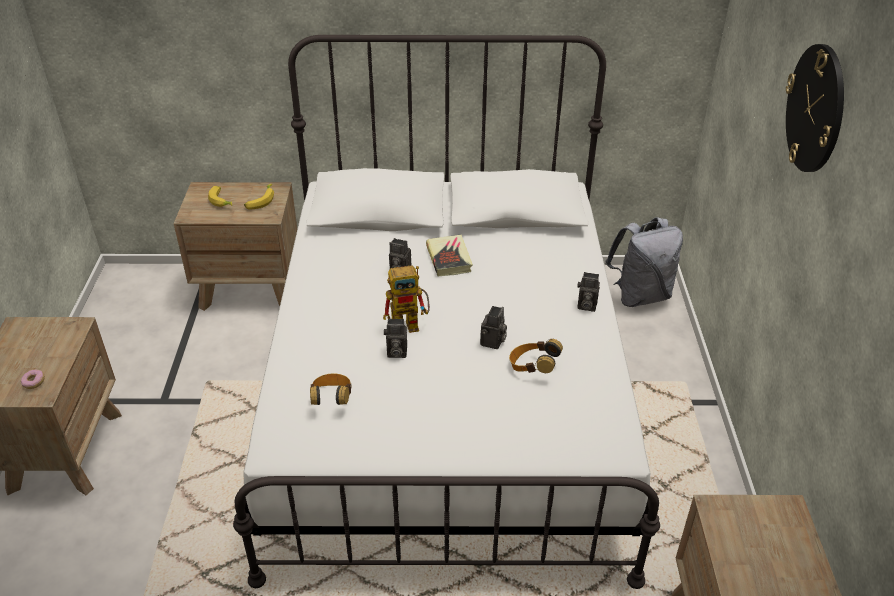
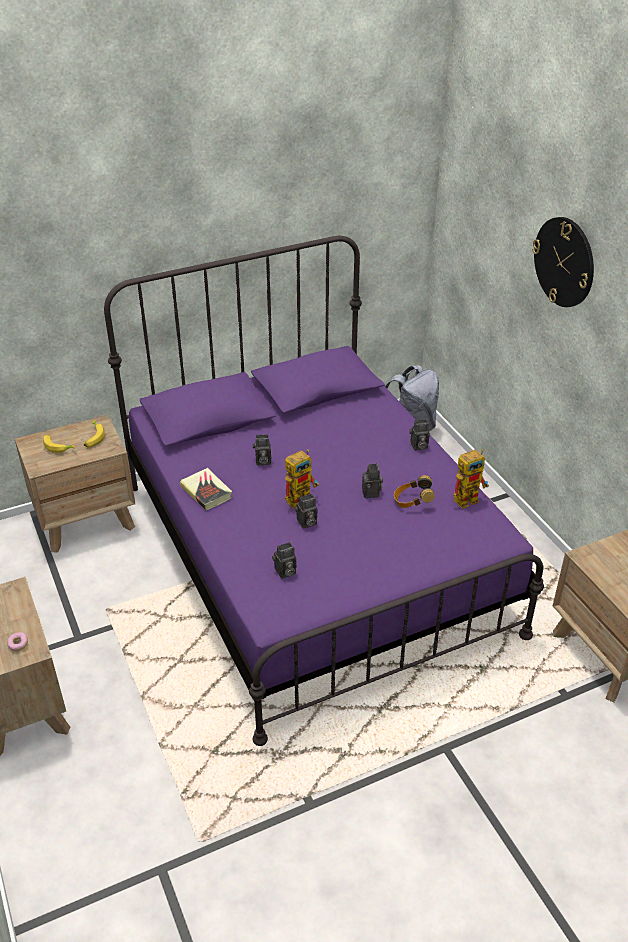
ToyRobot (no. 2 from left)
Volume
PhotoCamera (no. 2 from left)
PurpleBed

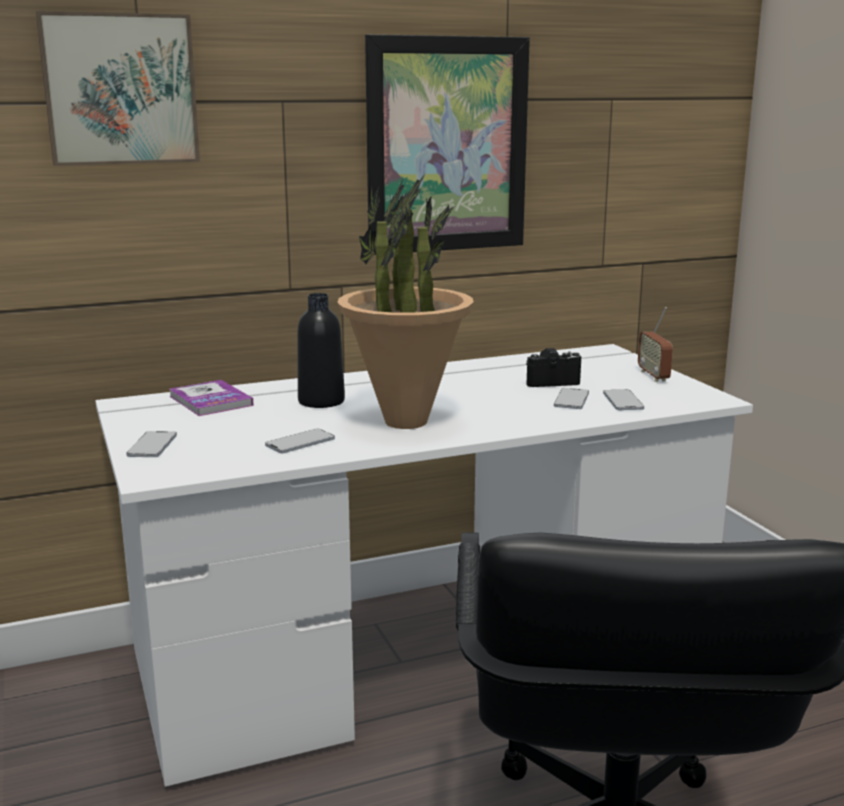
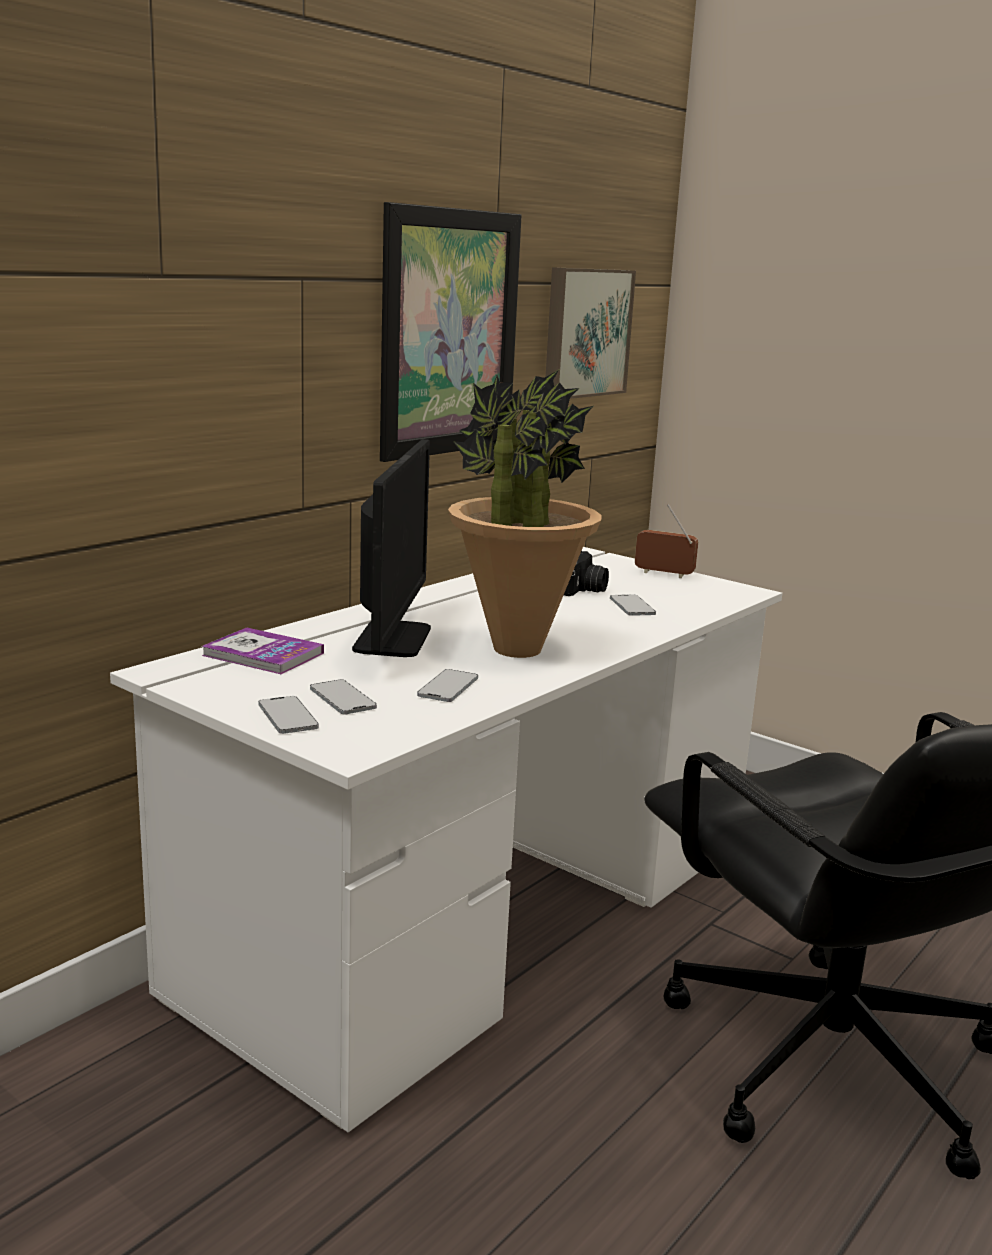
WallPicture (no. 2 from left)
Phone (no. 2 from left)
ComputerScreen
PhotoCamera
Radio

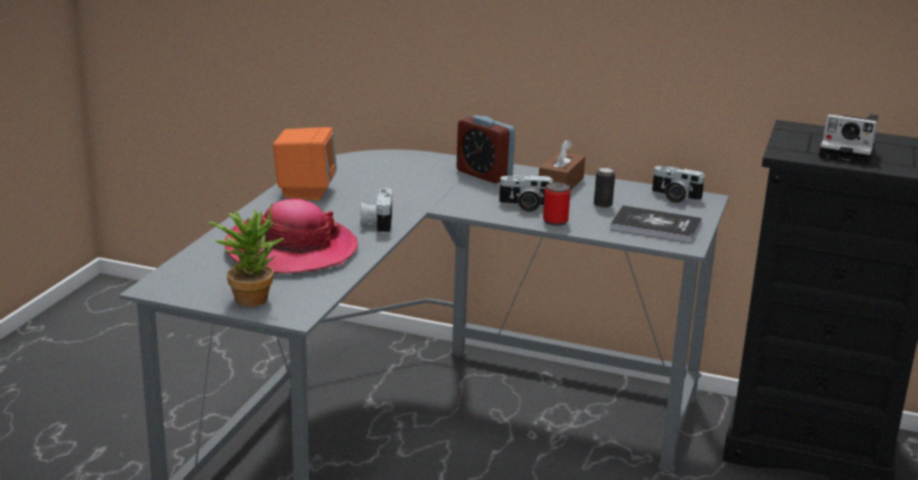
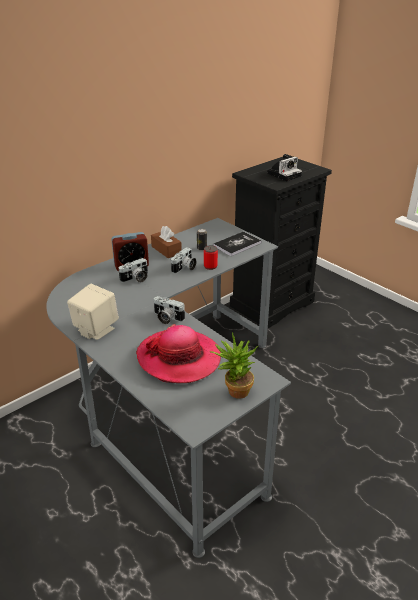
PhotoCamera (no. 1 from left)
SandColouredLoudspeaker

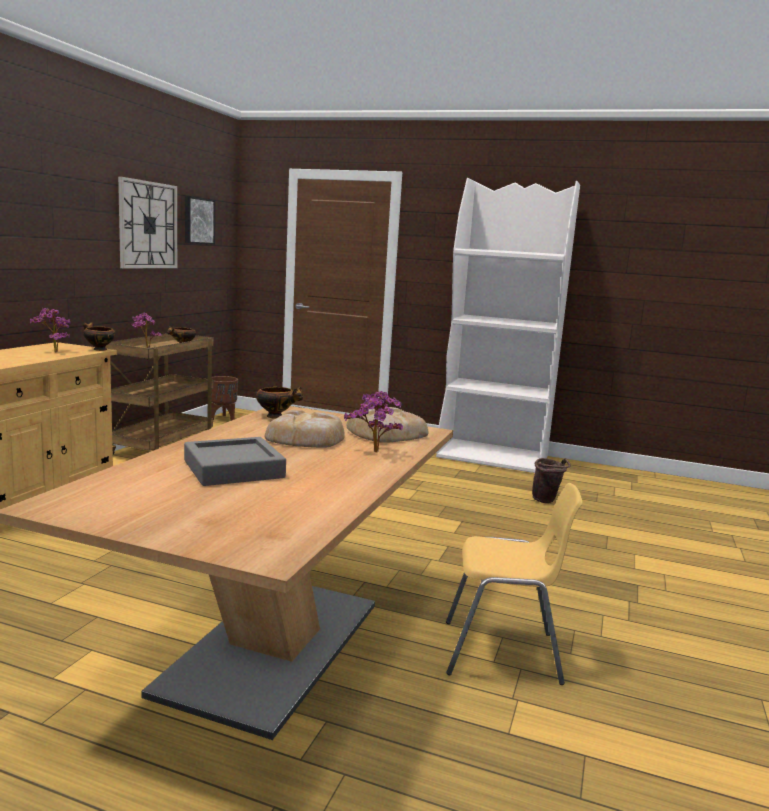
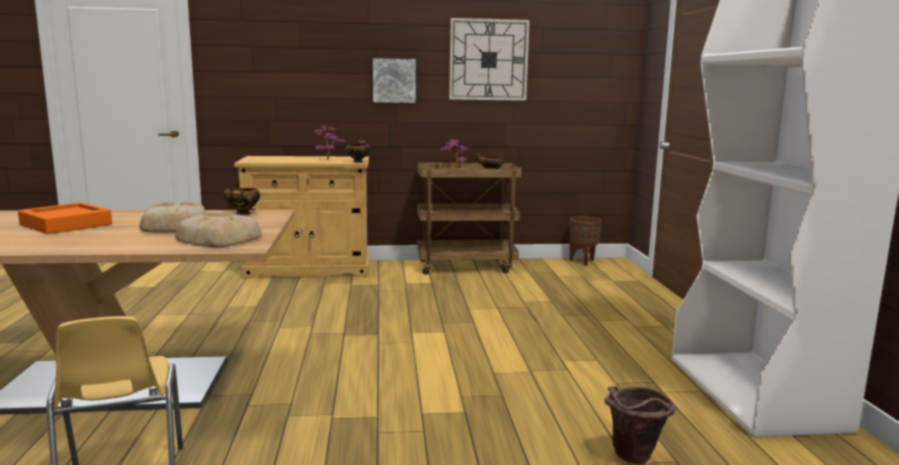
PlantInAPot (no. 3 from left in the first image)
WallPicture
OrangeyCarryingTray

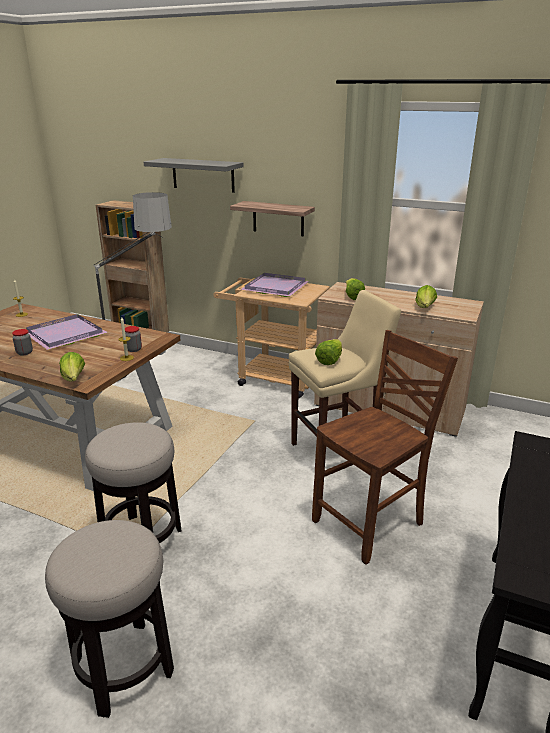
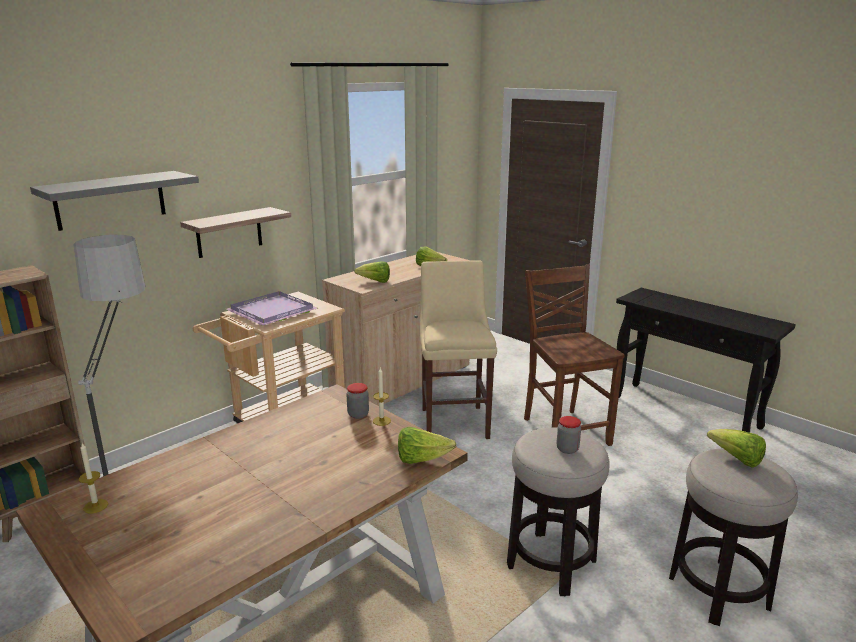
PurpleCarryingTray (no. 1 from left in the first image)
Jar (no. 2 from left)
Lettuce (no. 4 from left)

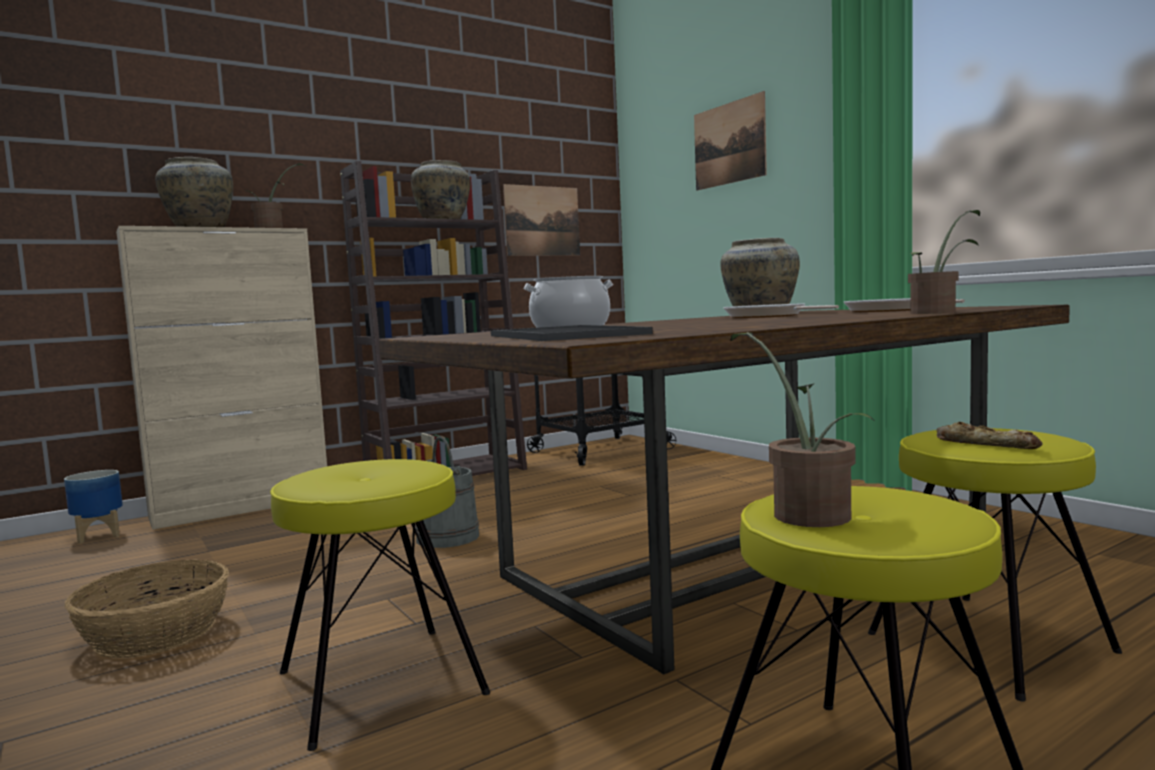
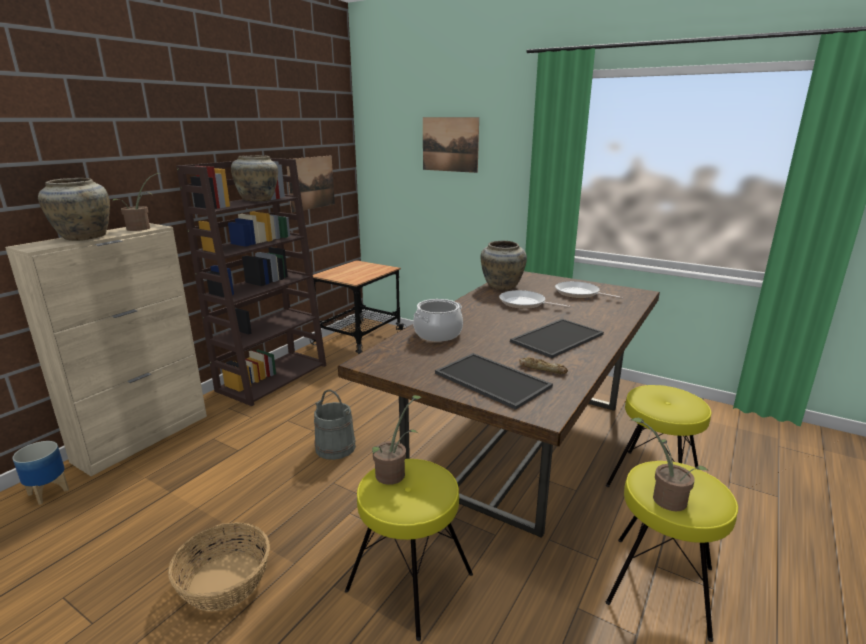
CarryingTray (no. 2 from left)
PlantInAPot (no. 2 from left)
BakeryBread

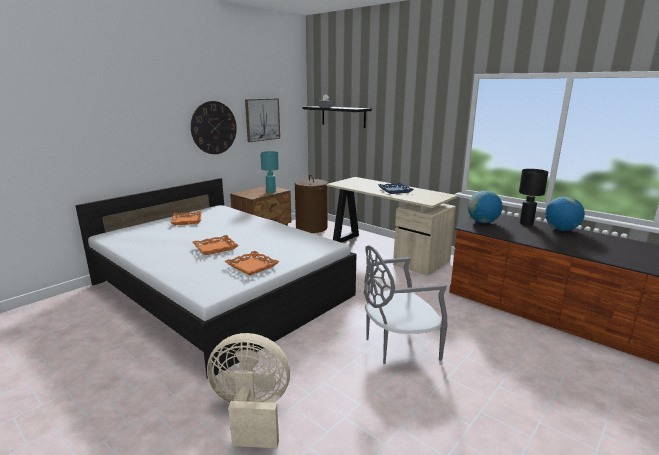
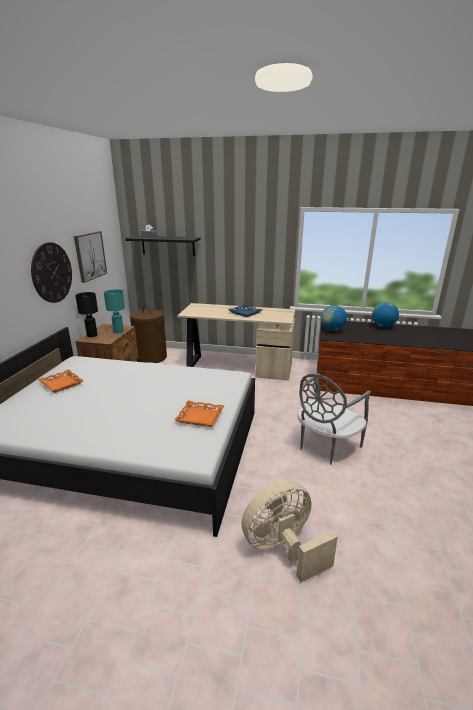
OrangeyCarryingTray (no. 2 from left in the first image)
BlackColouredLampForATable

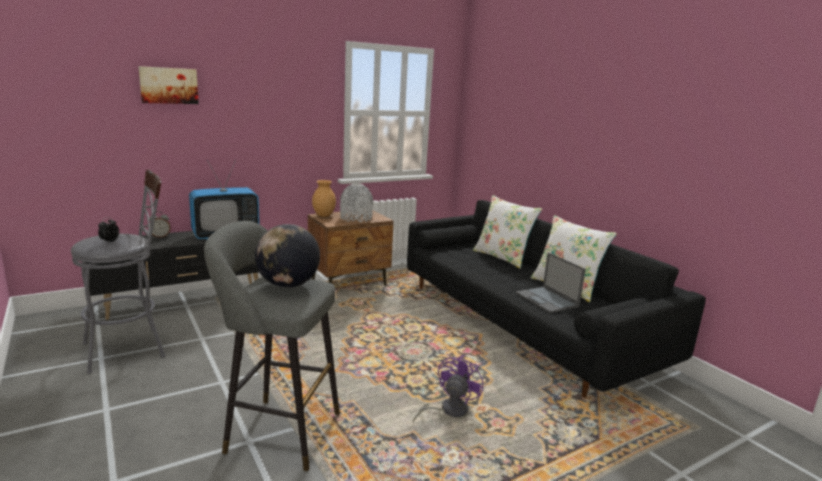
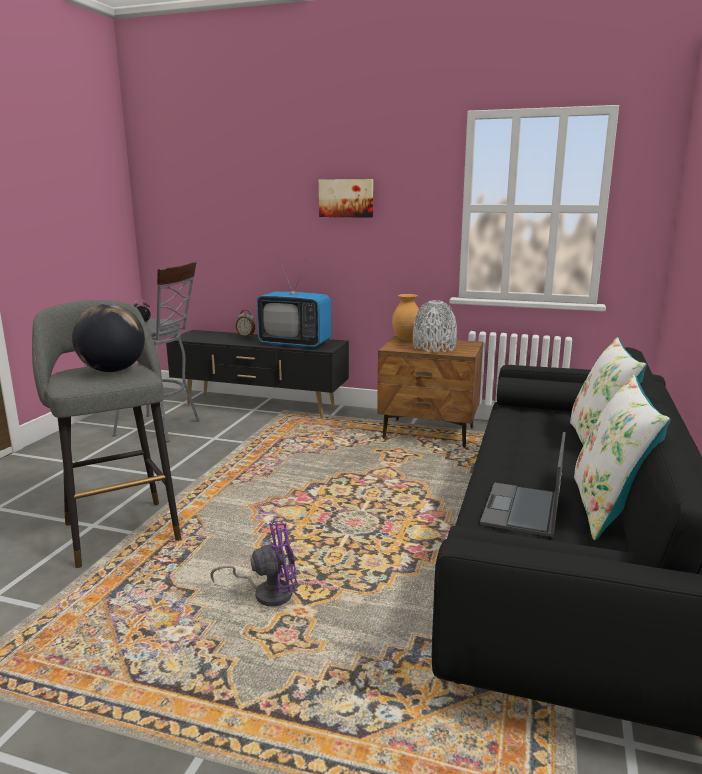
WallPicture

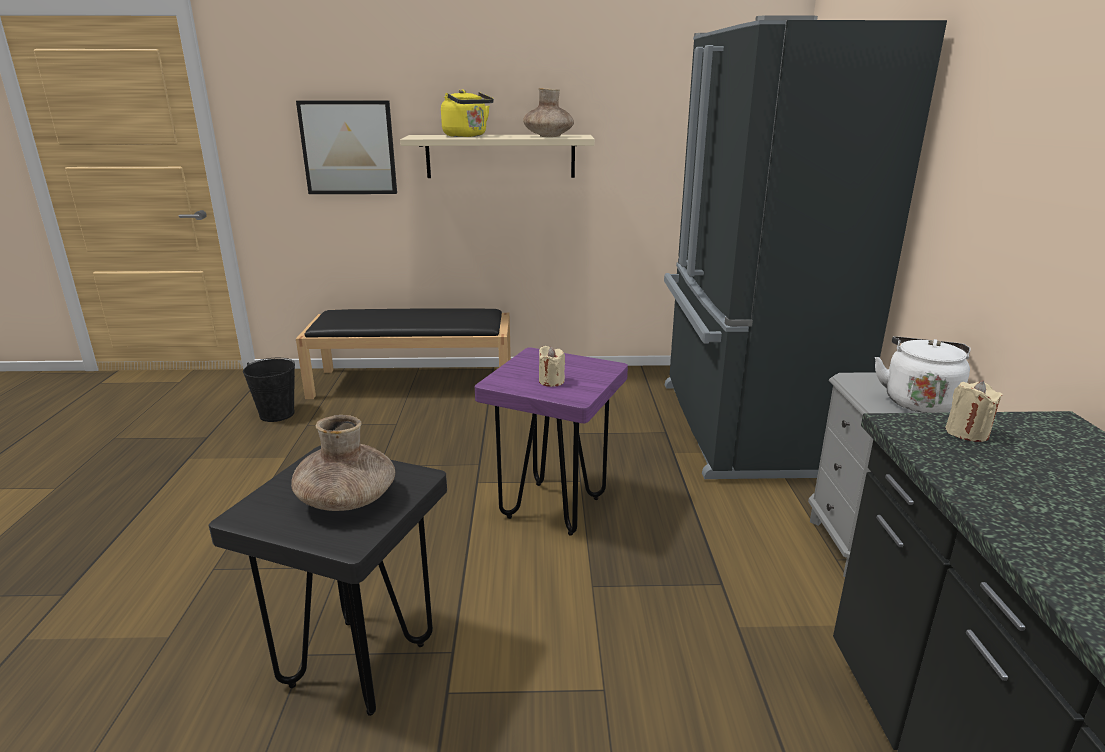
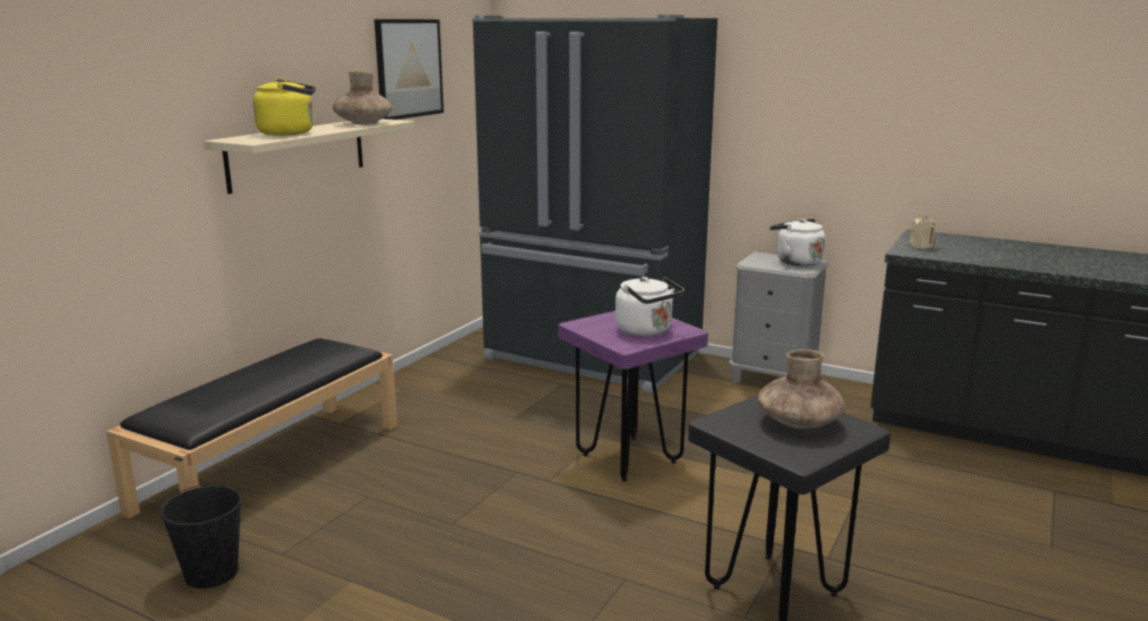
WallPicture
WhitishTeaKettle (no. 1 from left)

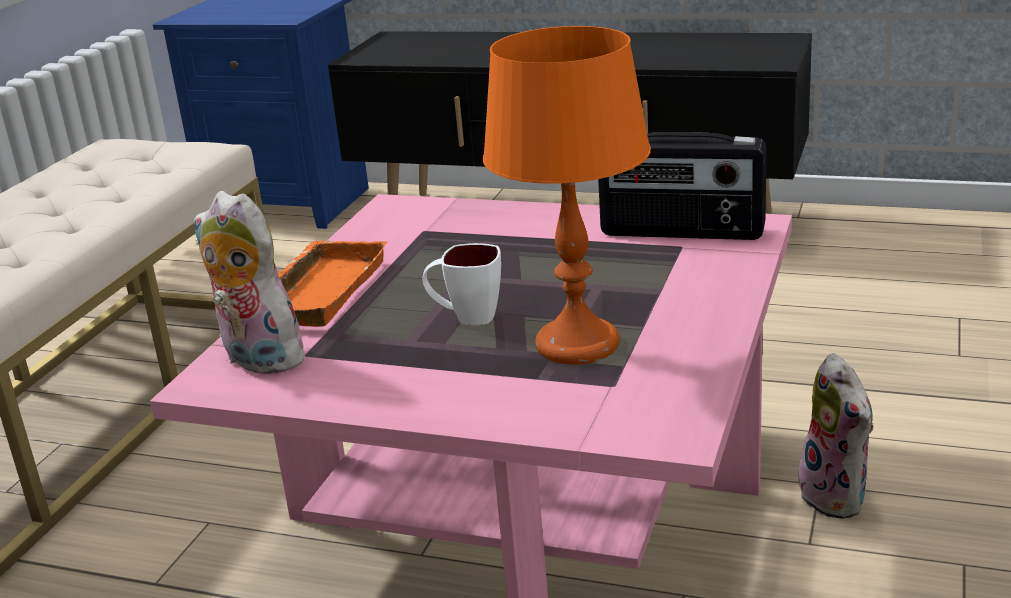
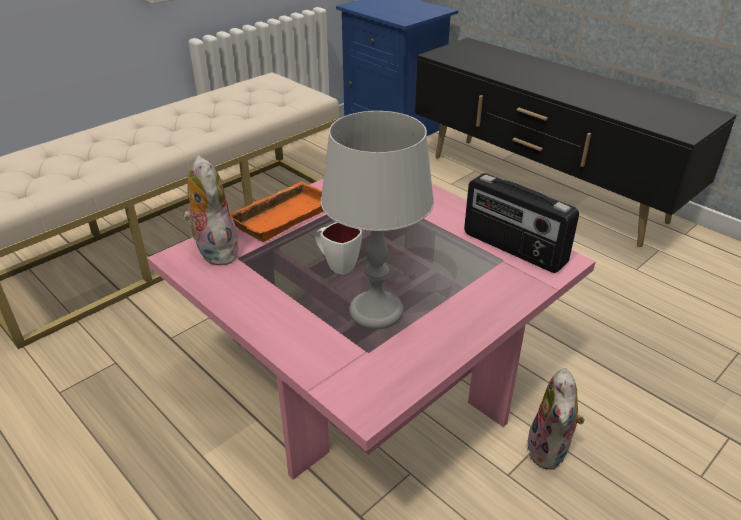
GreyLampForATable

